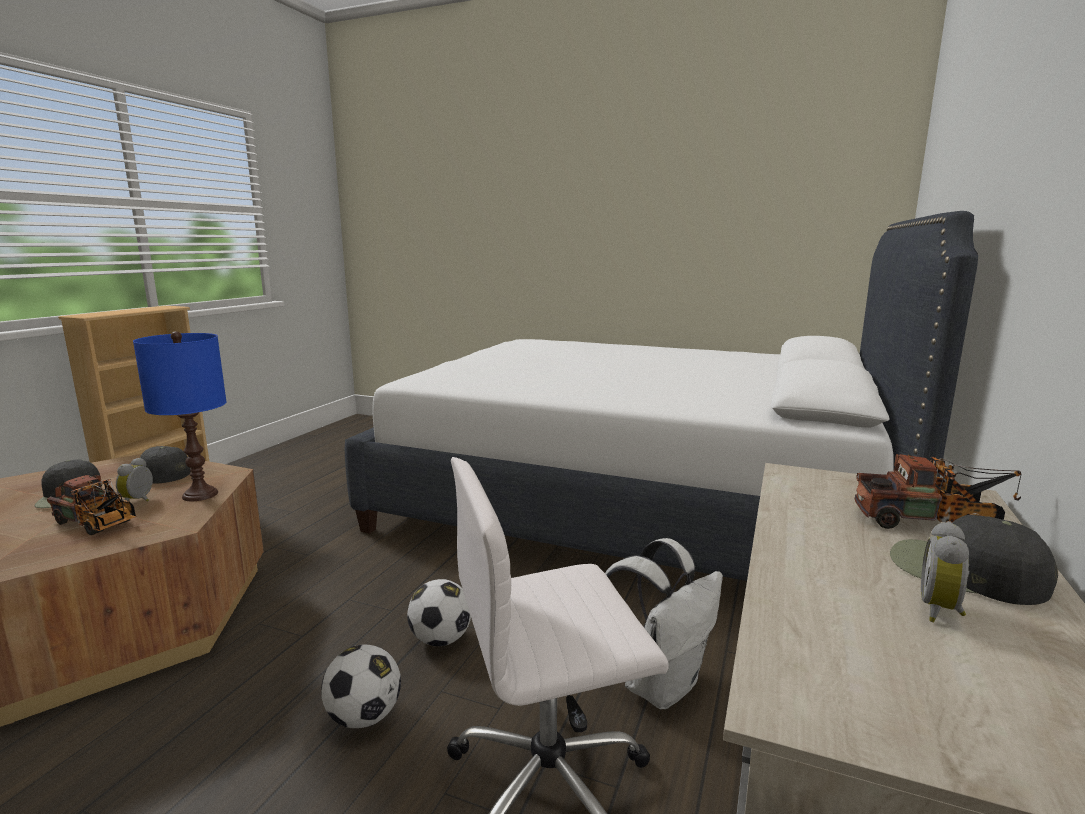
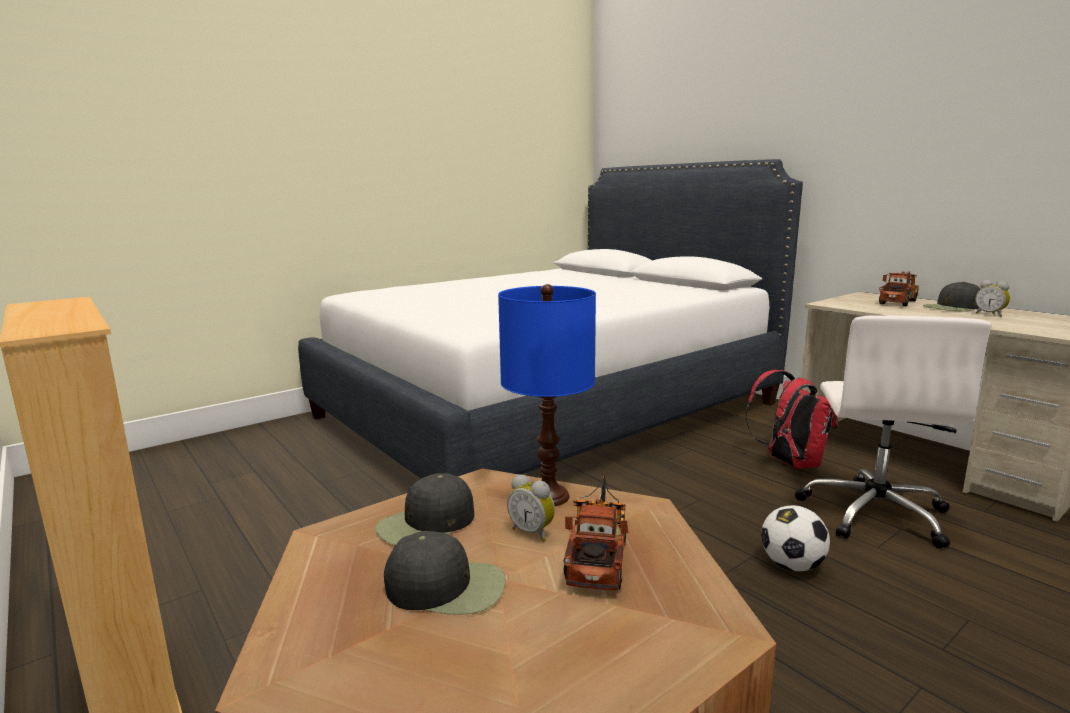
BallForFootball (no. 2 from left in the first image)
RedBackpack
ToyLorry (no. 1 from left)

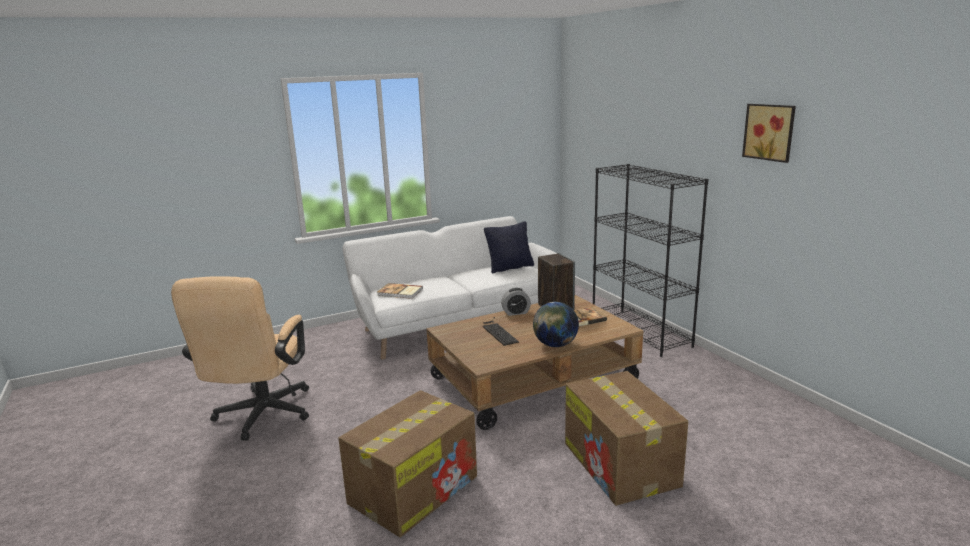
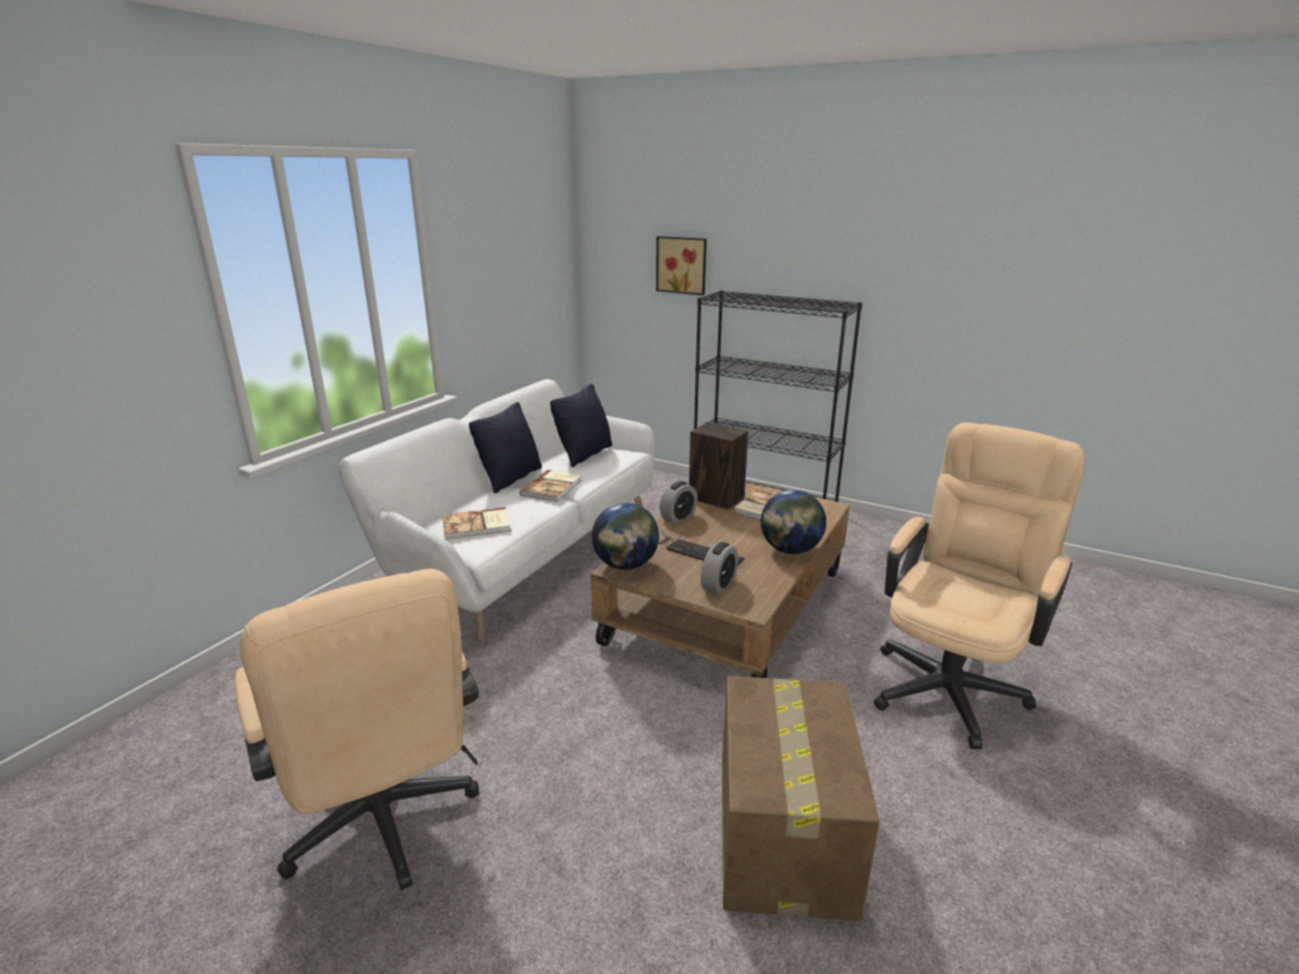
BlackColouredPillow (no. 1 from left)
Volume (no. 2 from left)
WorldGlobe (no. 1 from left)
TableClock (no. 2 from left)
WallPicture
SandColouredOfficeChair (no. 2 from left)

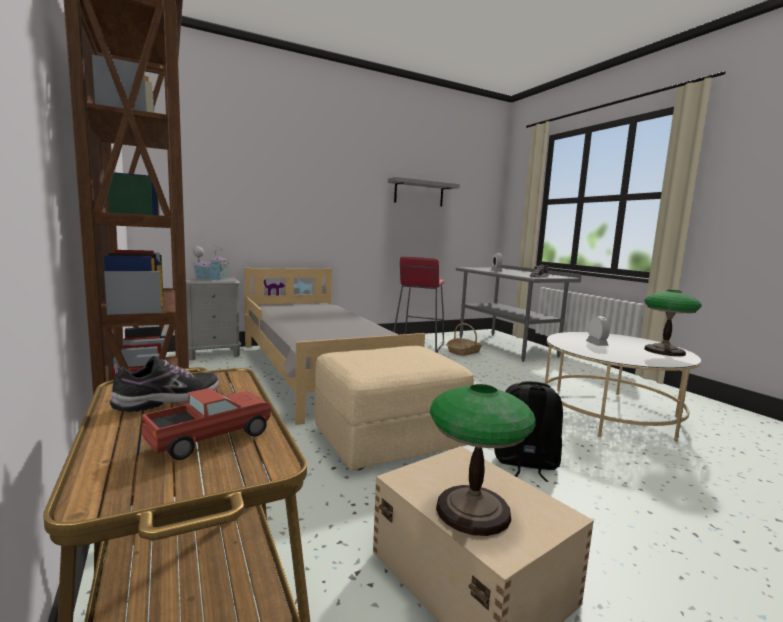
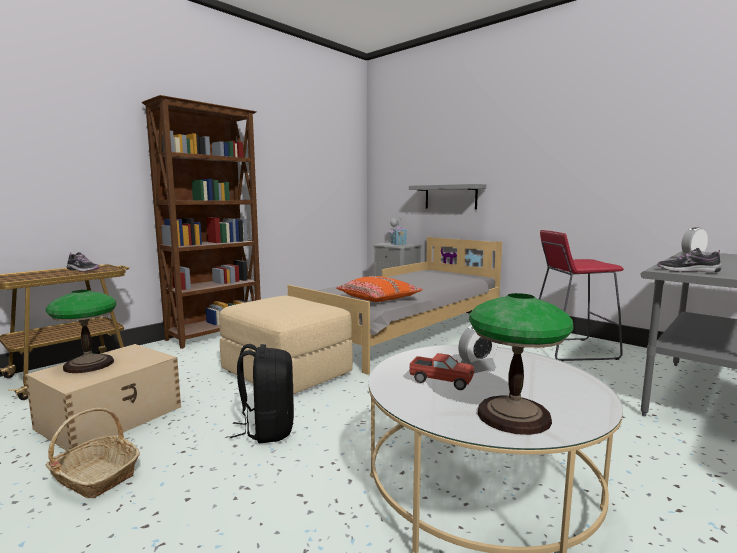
OrangeyPillow
ToyLorry
GreyWallShelf
HouseholdBasket

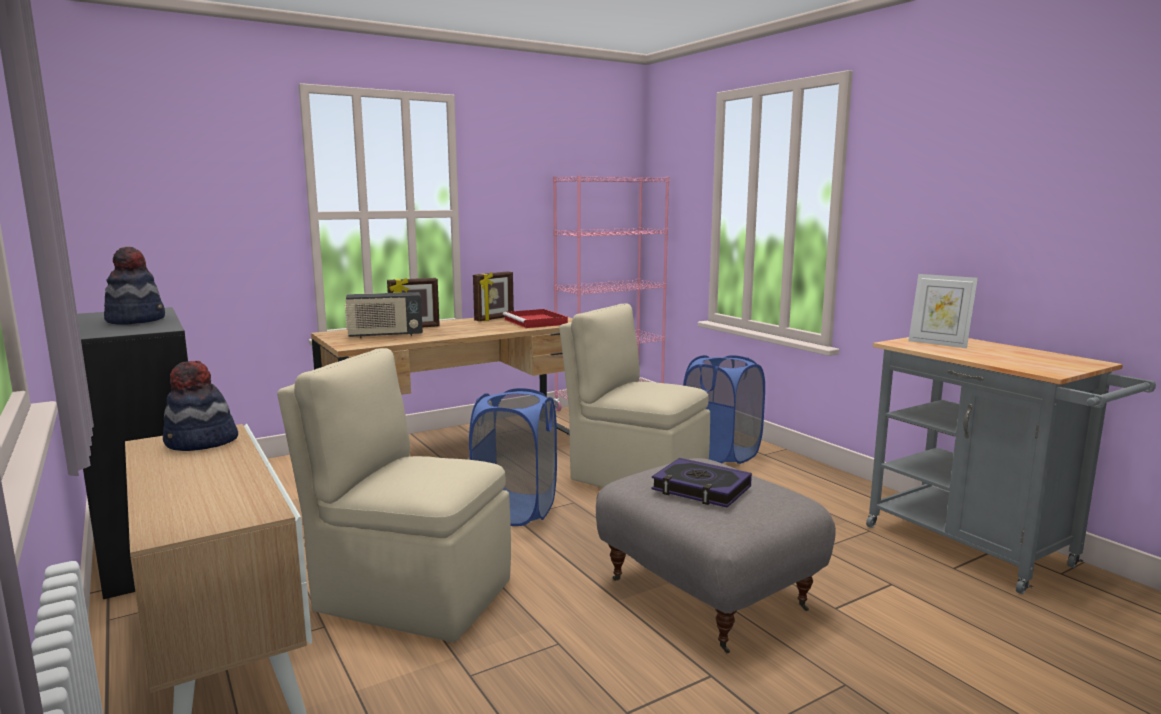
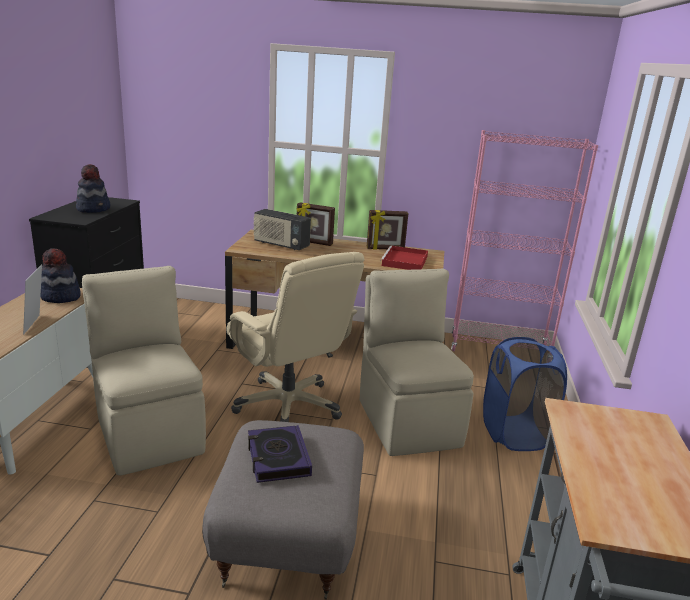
PhotoFrame (no. 1 from left)
SandColouredOfficeChair

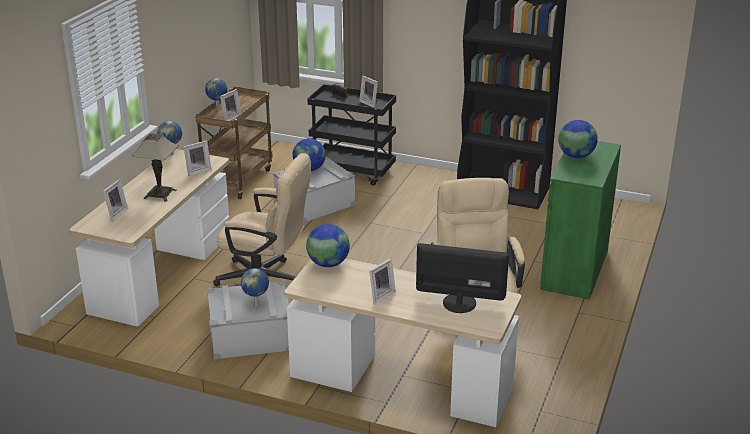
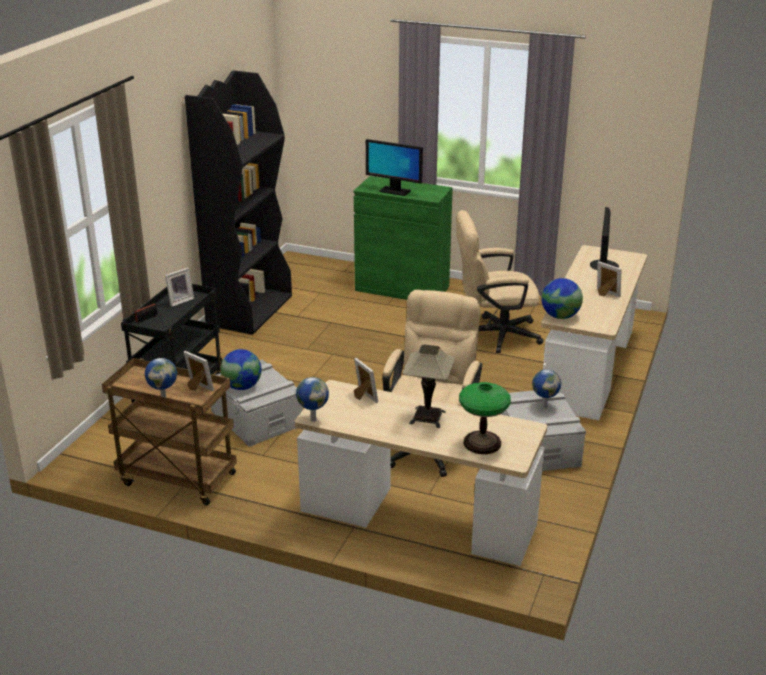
LampForATable (no. 2 from left)
ComputerScreen (no. 1 from left)

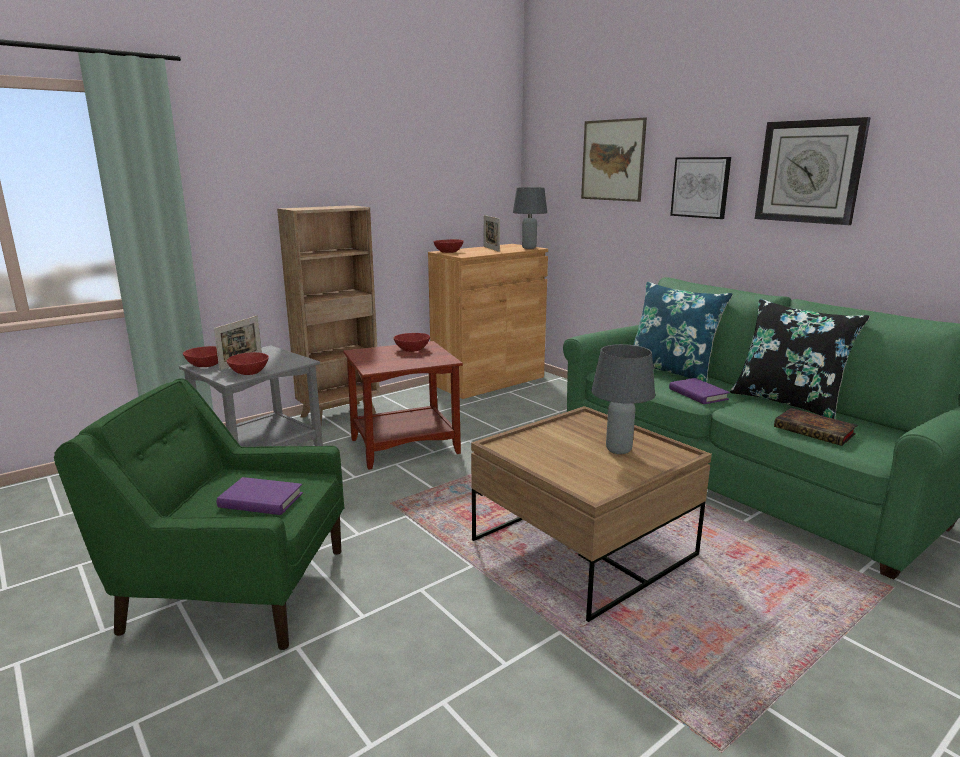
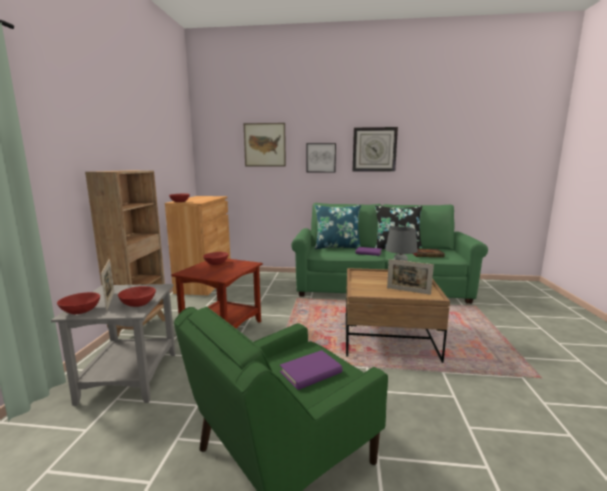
GreyLampForATable (no. 1 from left in the first image)
PhotoFrame (no. 2 from left)

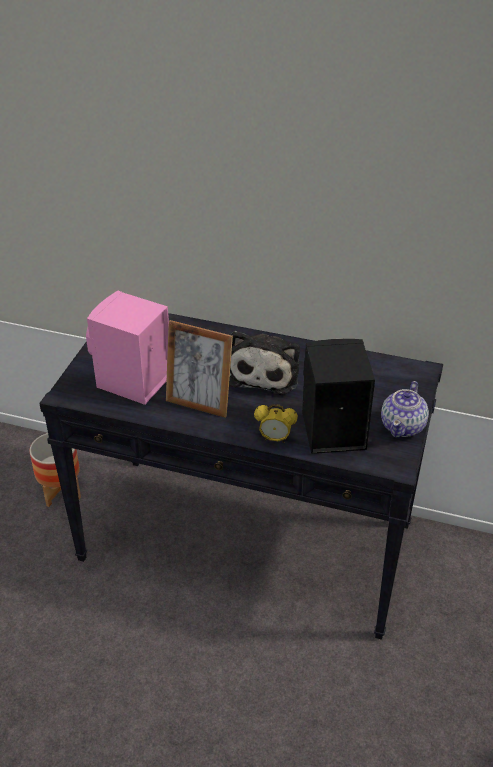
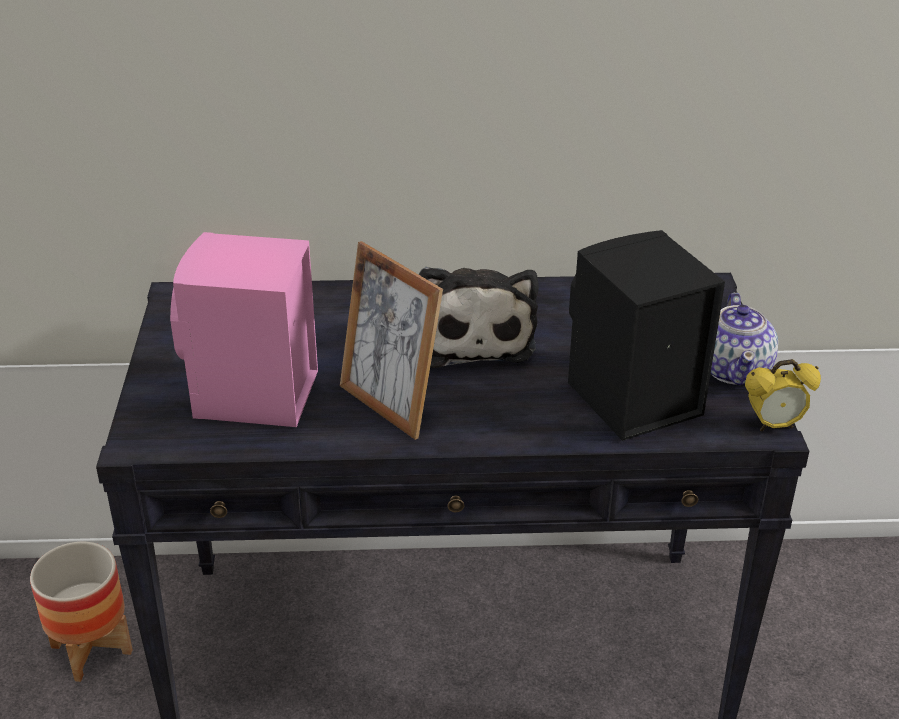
TableClock
PhotoFrame

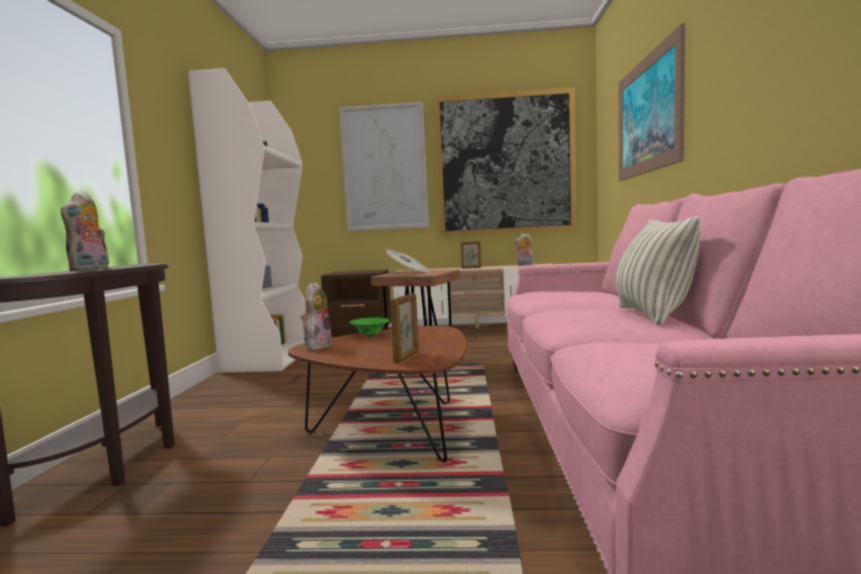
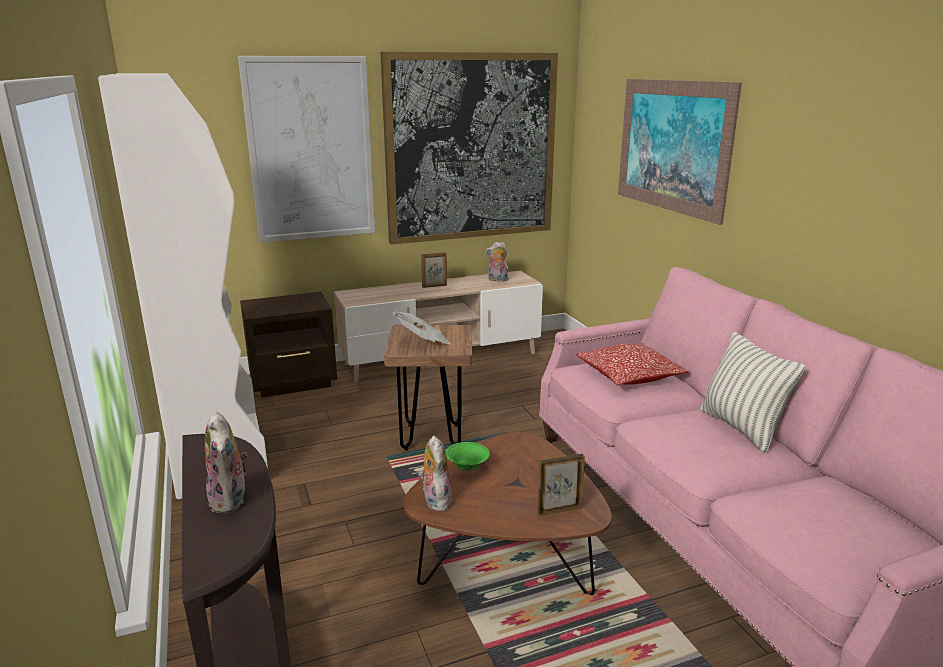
Pillow (no. 1 from left)
PhotoFrame (no. 2 from left)

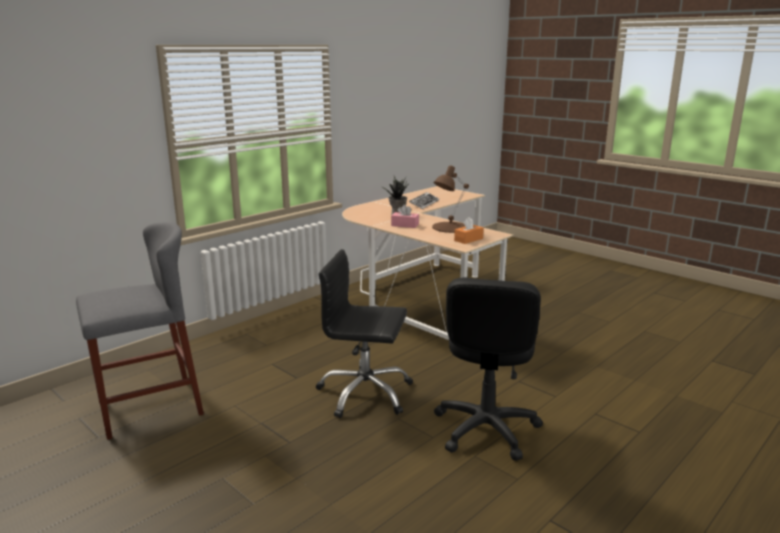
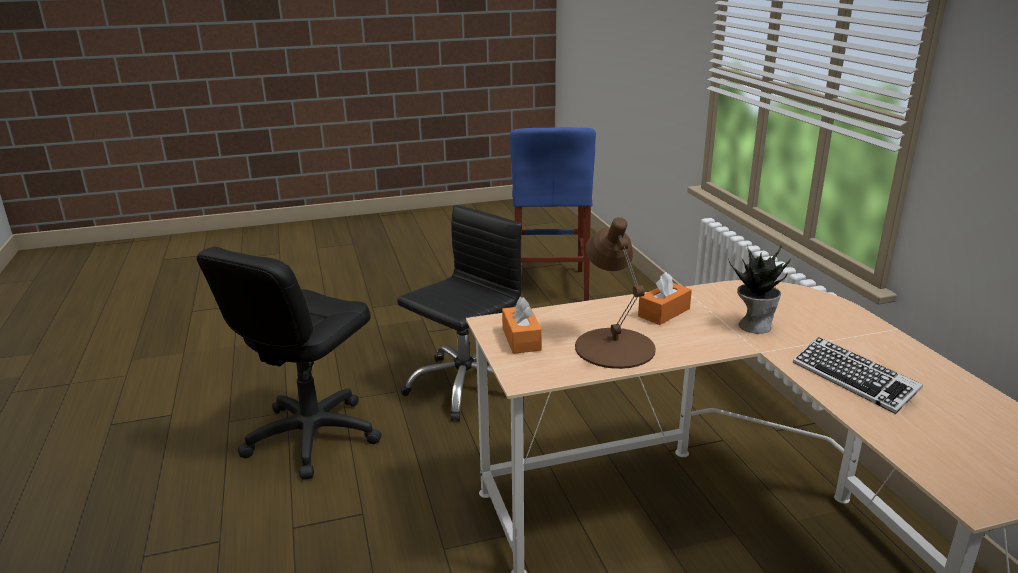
BlueColouredStoolSeat
OrangeyTissueBox (no. 2 from left)
BlackColouredOfficeChair (no. 1 from left)

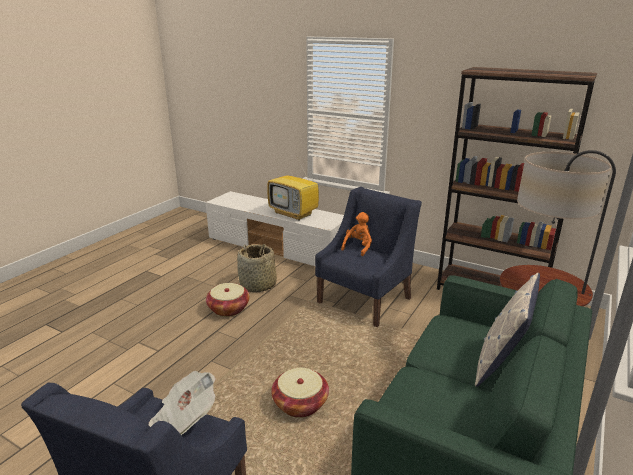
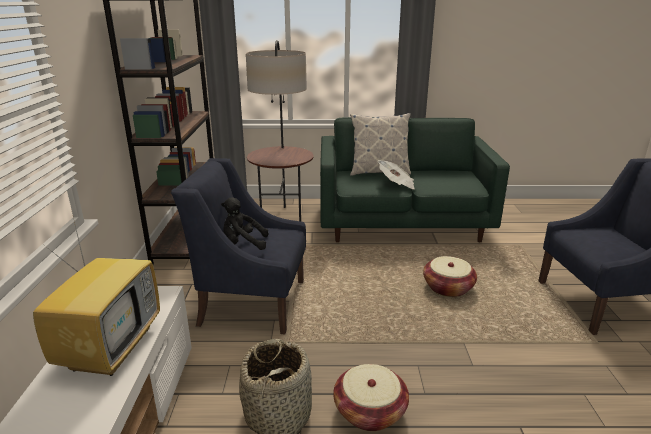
DailyPaper
BlackColouredCuddlyToy

